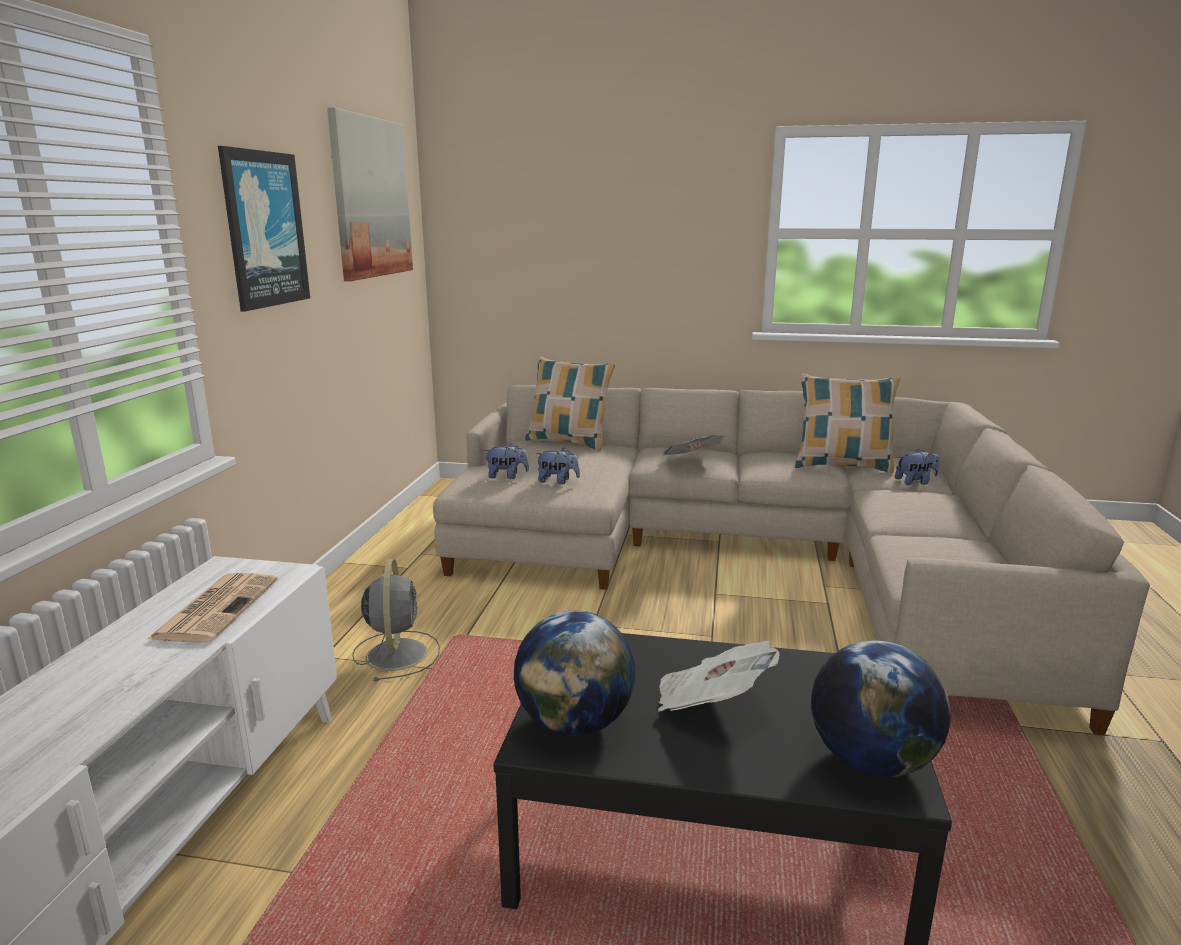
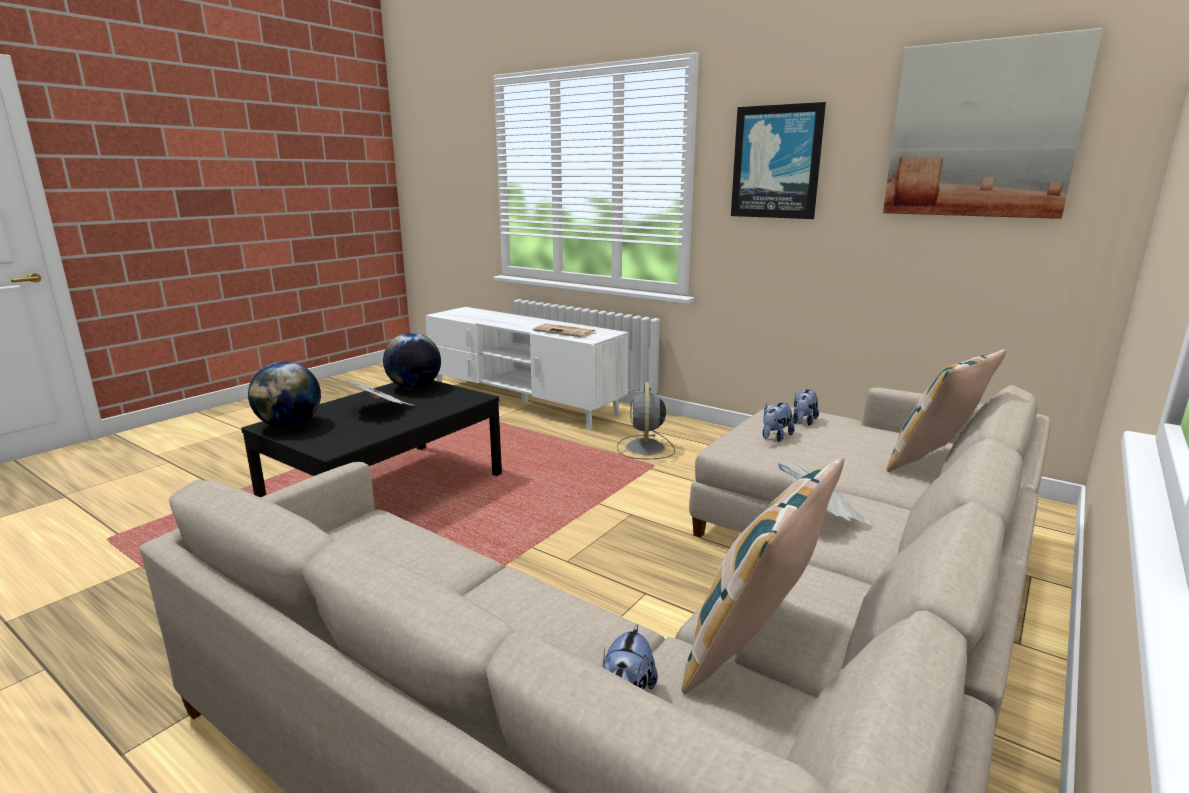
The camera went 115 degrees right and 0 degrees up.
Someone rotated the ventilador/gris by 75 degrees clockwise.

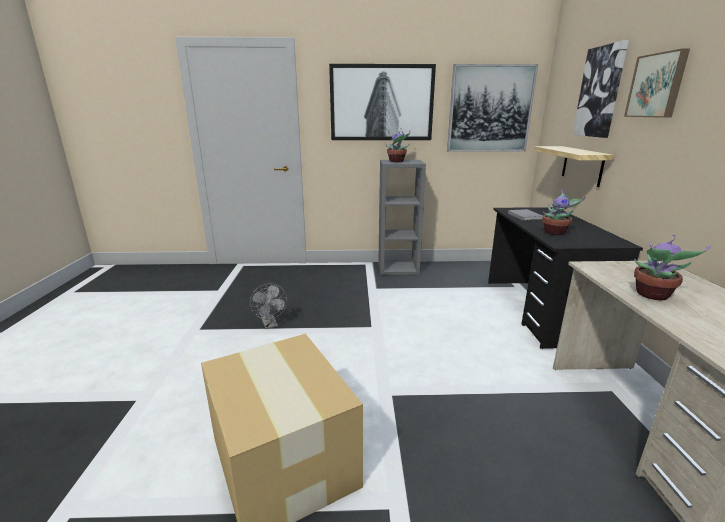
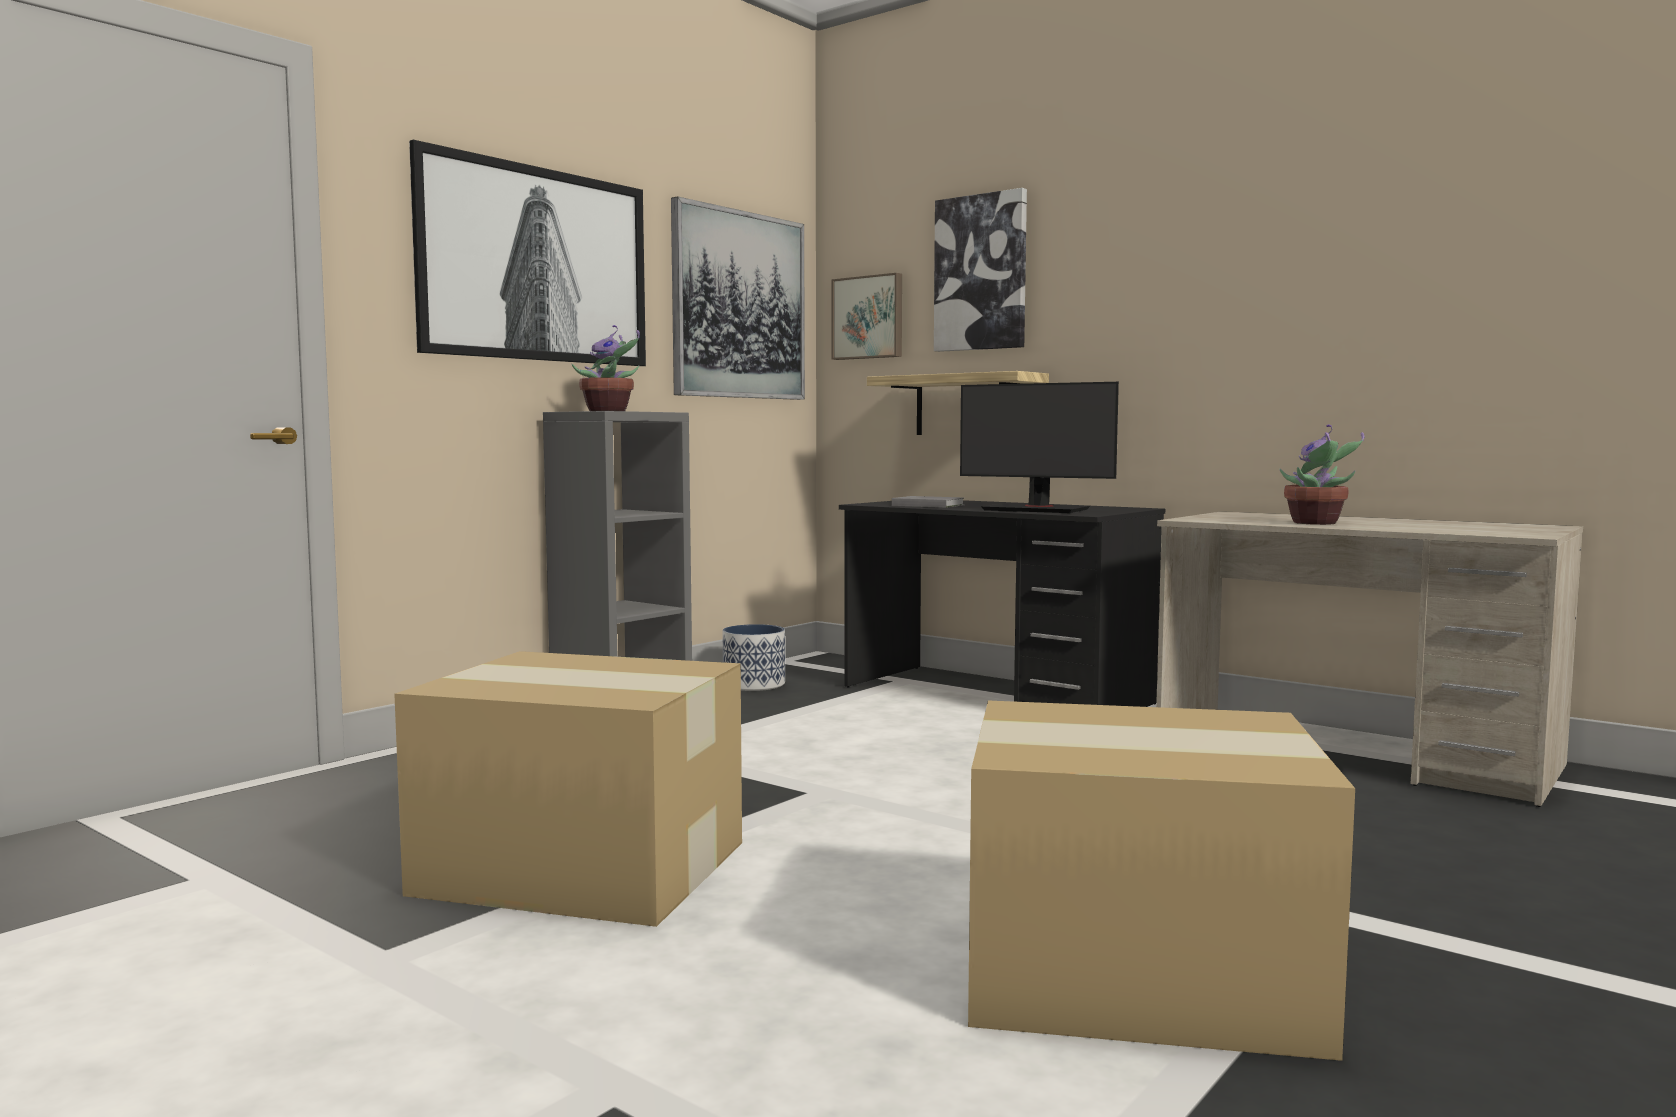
The camera went 50 degrees left and 15 degrees down.
Someone put down the maceta.
Someone carried the cuadro (4th from left in the first image).
Someone swapped the ventilador/gris for the caja de cartón (1st from left).
Someone swapped the planta en maceta (2nd from left) for the monitor.

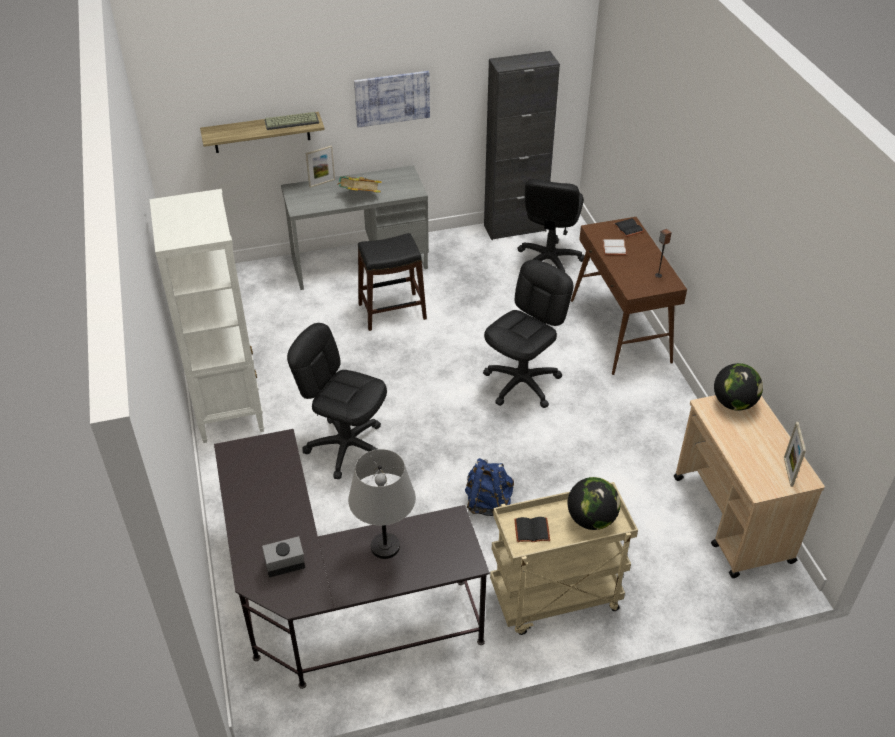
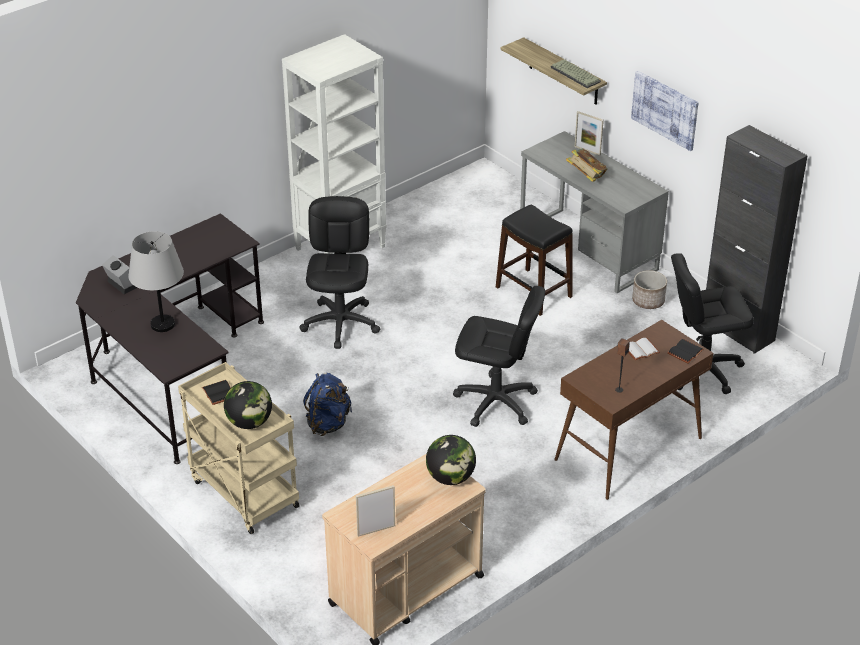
The camera went 65 degrees right and 5 degrees down.
Someone put down the maceta.

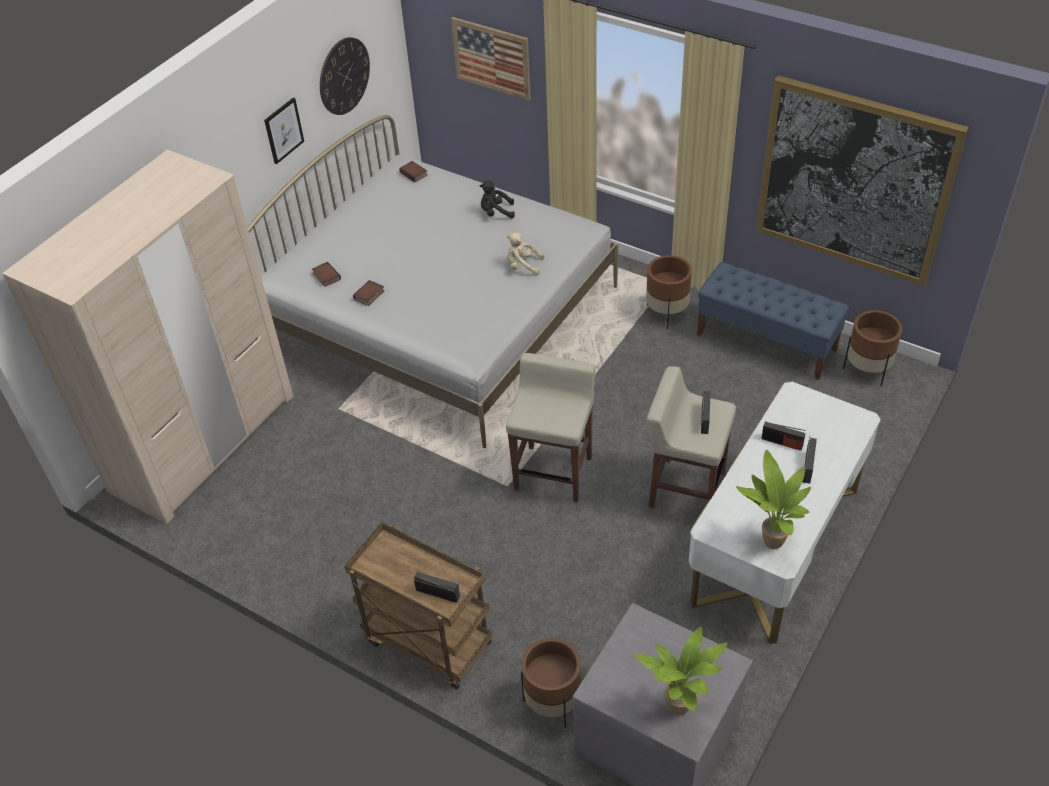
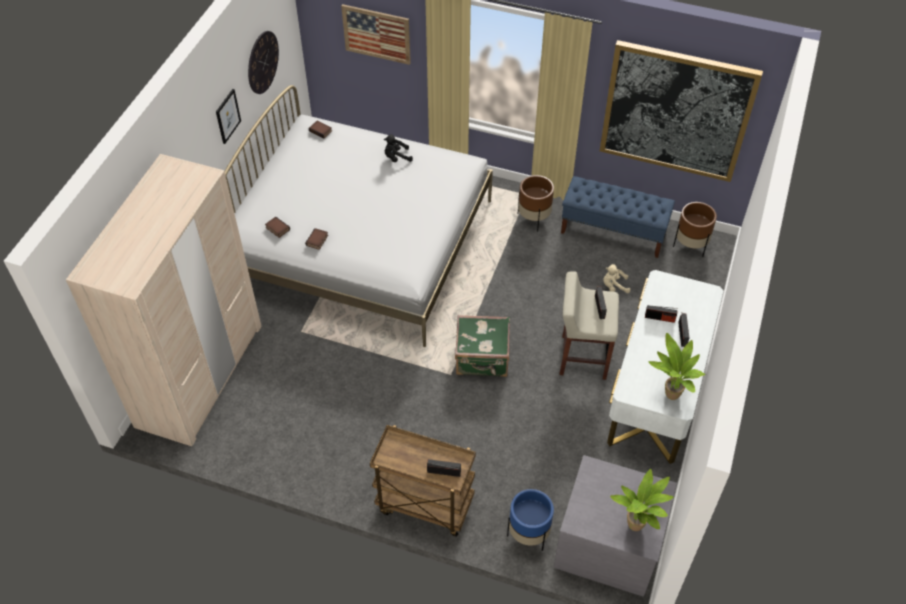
The camera went 15 degrees left and 5 degrees up.
Someone carried the peluche/beis.
Someone swapped the taburete/beis (1st from left) for the maleta/verde.
Someone repainted the maceta/marrón (1st from left), which became the maceta/azul.

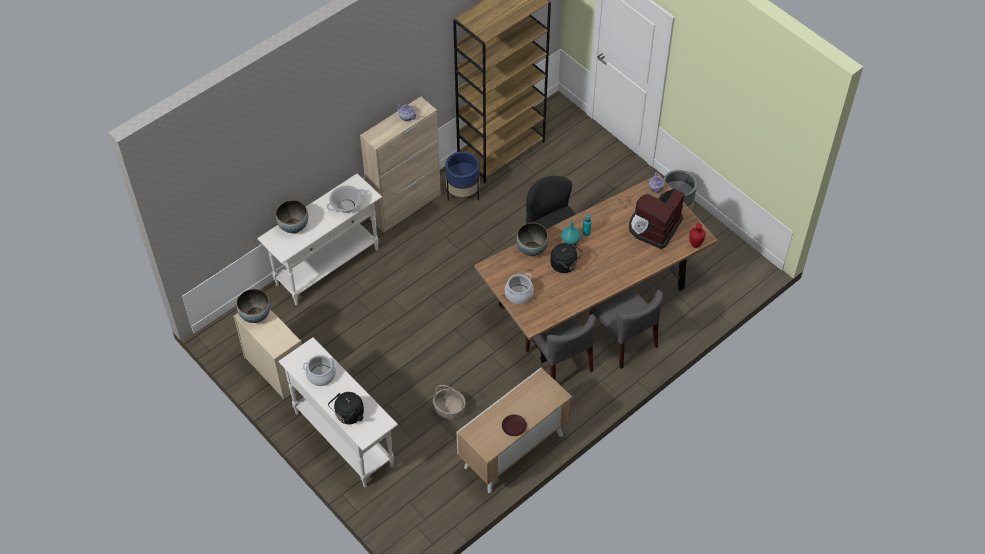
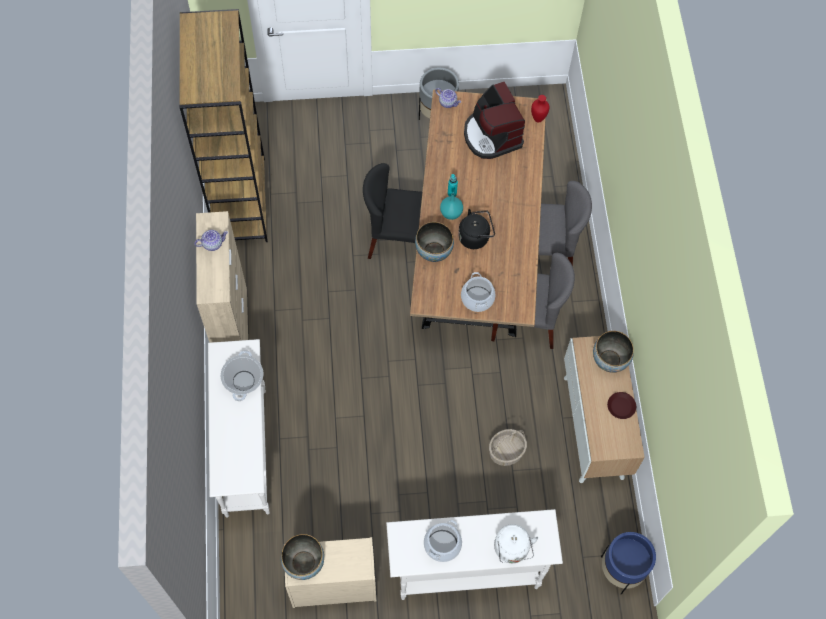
The camera went 55 degrees left and 10 degrees up.
Someone carried the cuenco (2nd from left in the first image).
Someone carried the maceta/azul.
Someone repainted the hervidor/negro (1st from left), which became the hervidor/blanco.

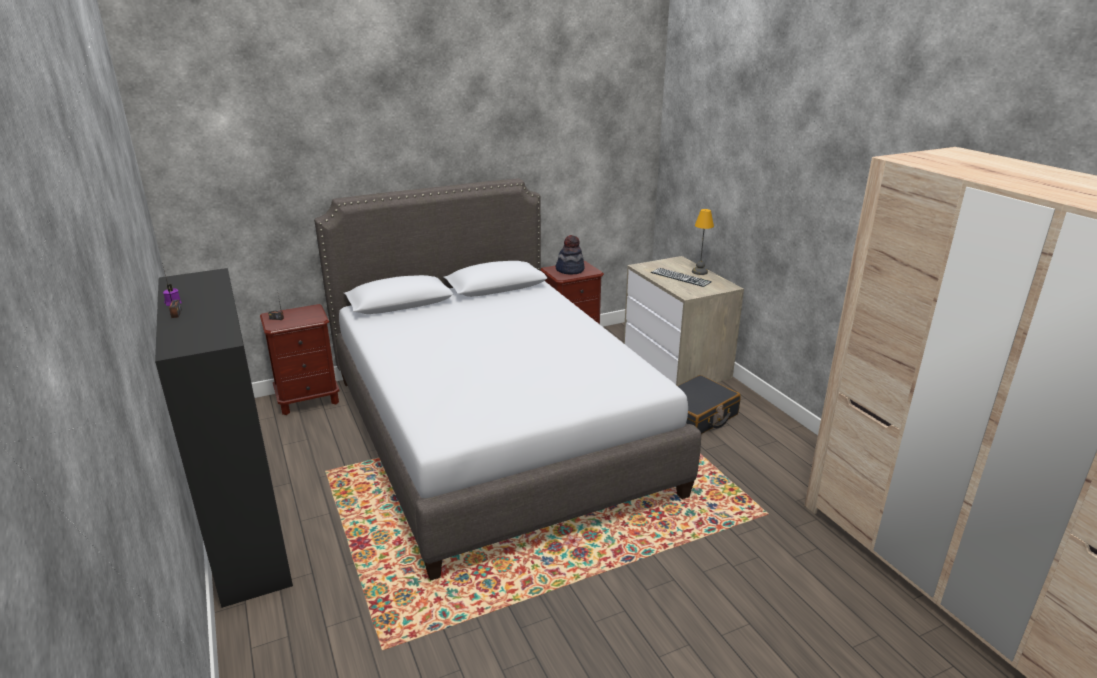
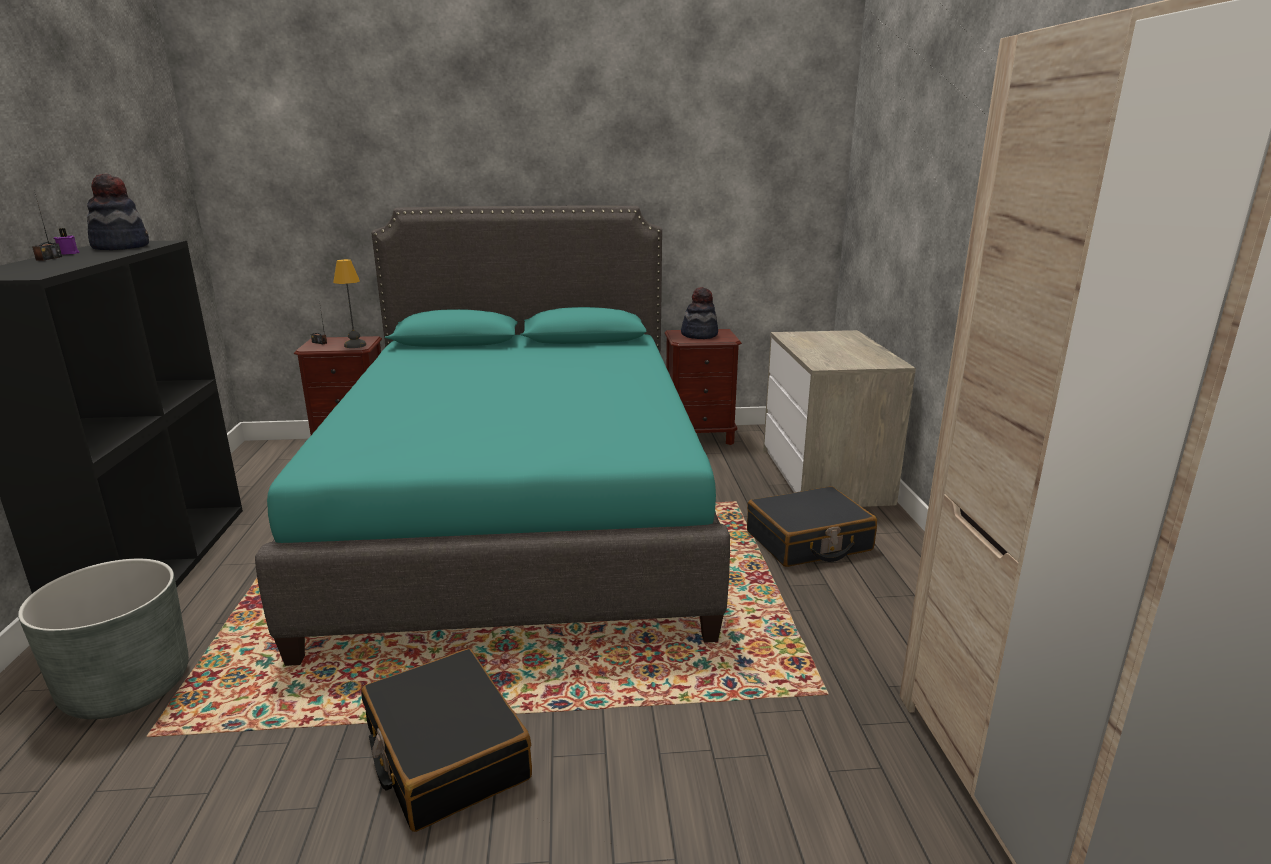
The camera went 20 degrees right and 5 degrees down.
Someone took away the teclado.
Someone put down the maceta/gris.
Someone put down the sombrero (1st from left).
Someone put down the maleta/negro (1st from left).
Someone carried the lámpara de mesa.
Someone repainted the cama/gris, which became the cama/turquesa.

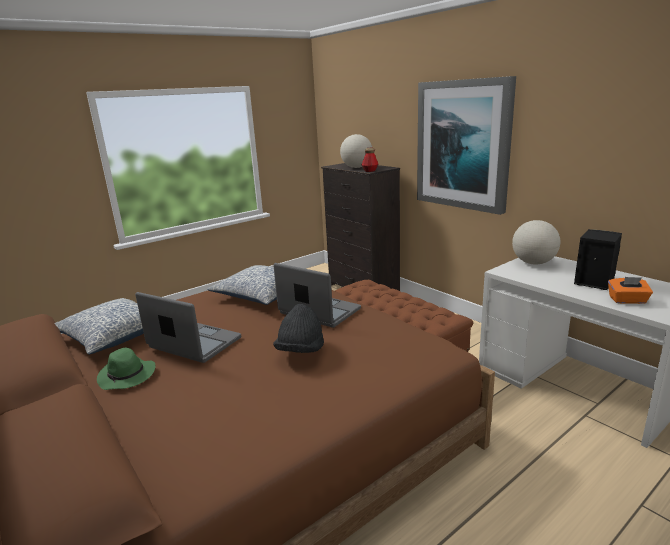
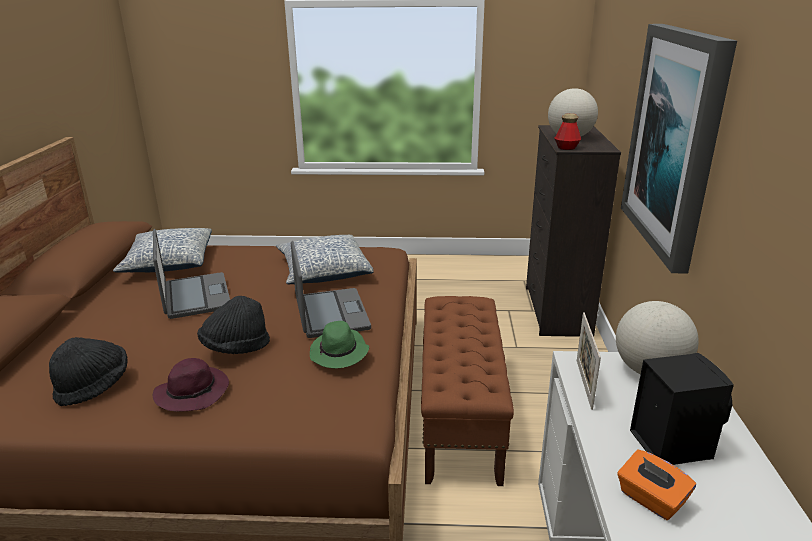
The camera went 40 degrees right and 5 degrees up.
Someone put down the sombrero/negro (1st from left).
Someone put down the sombrero/morado.
Someone put down the portarretratos.
Someone carried the sombrero/verde.

